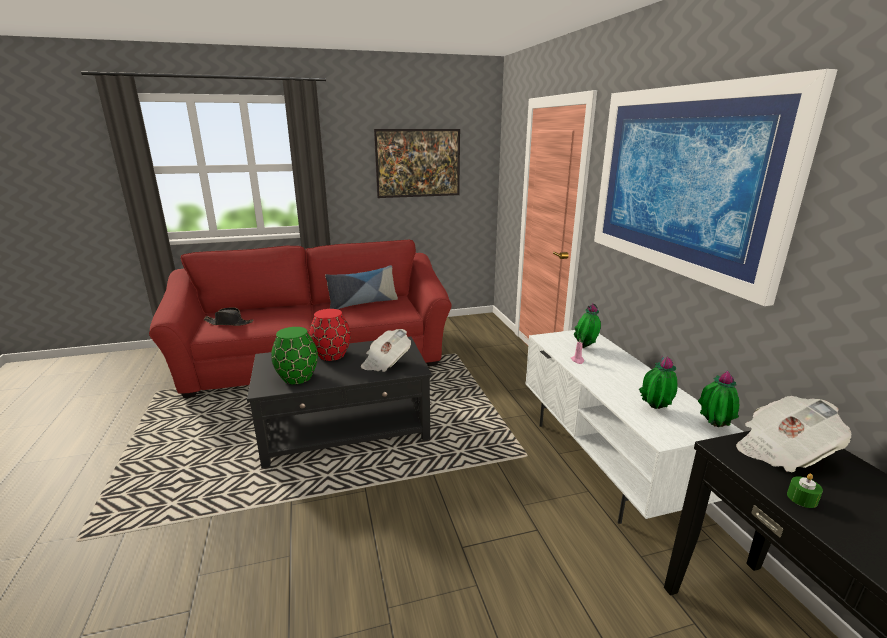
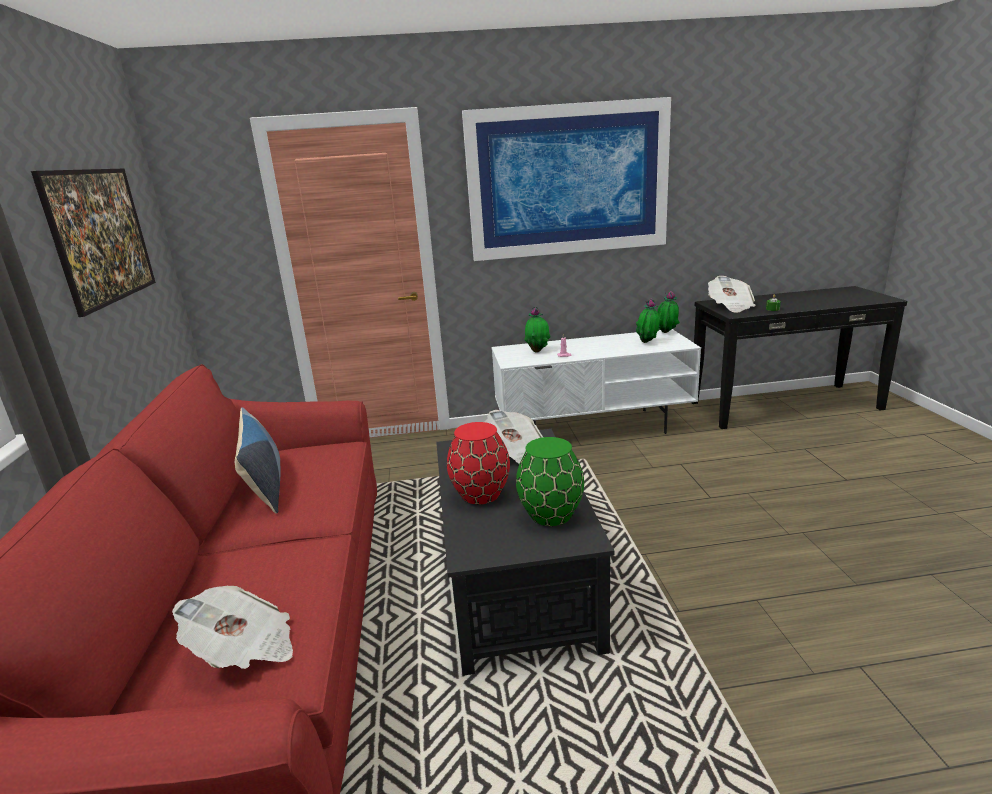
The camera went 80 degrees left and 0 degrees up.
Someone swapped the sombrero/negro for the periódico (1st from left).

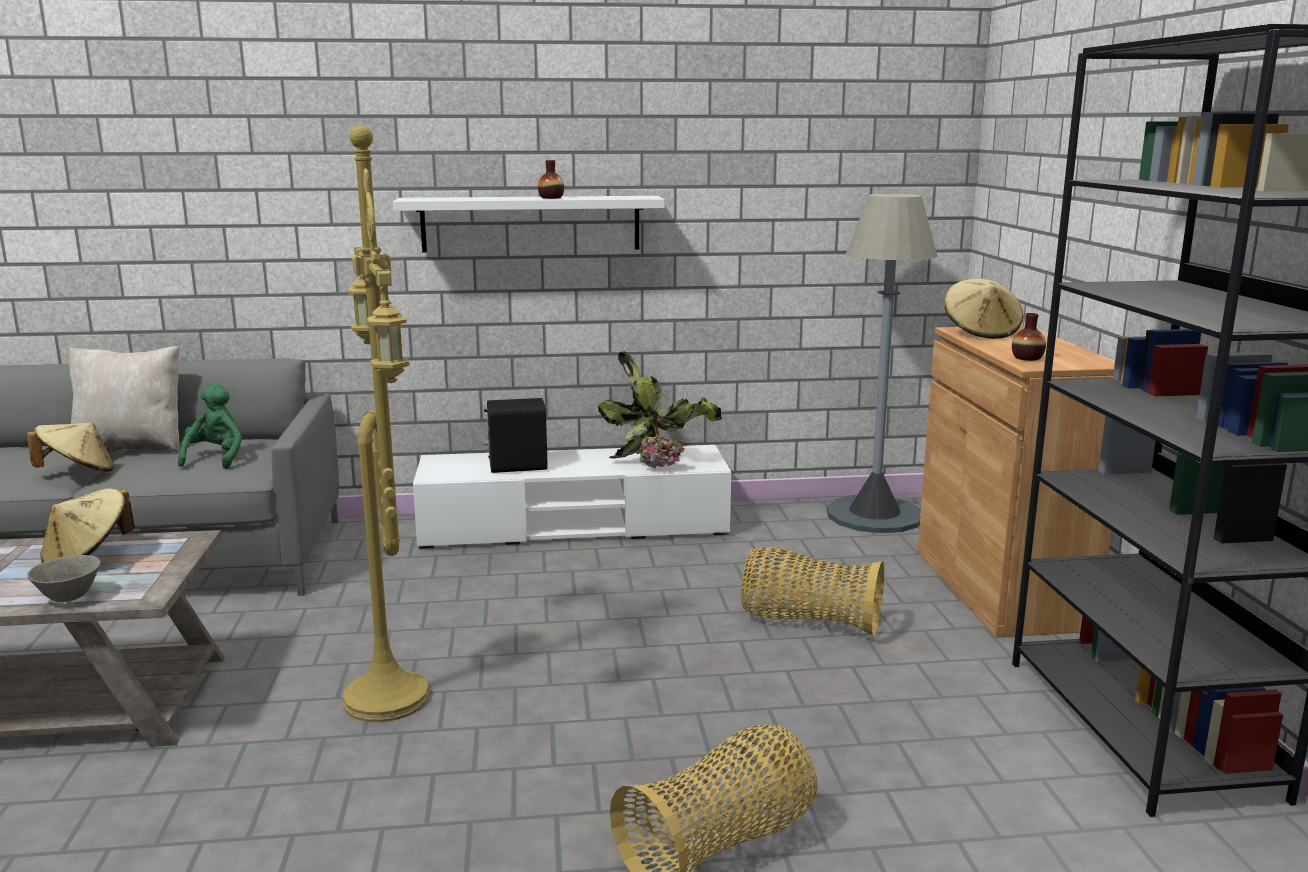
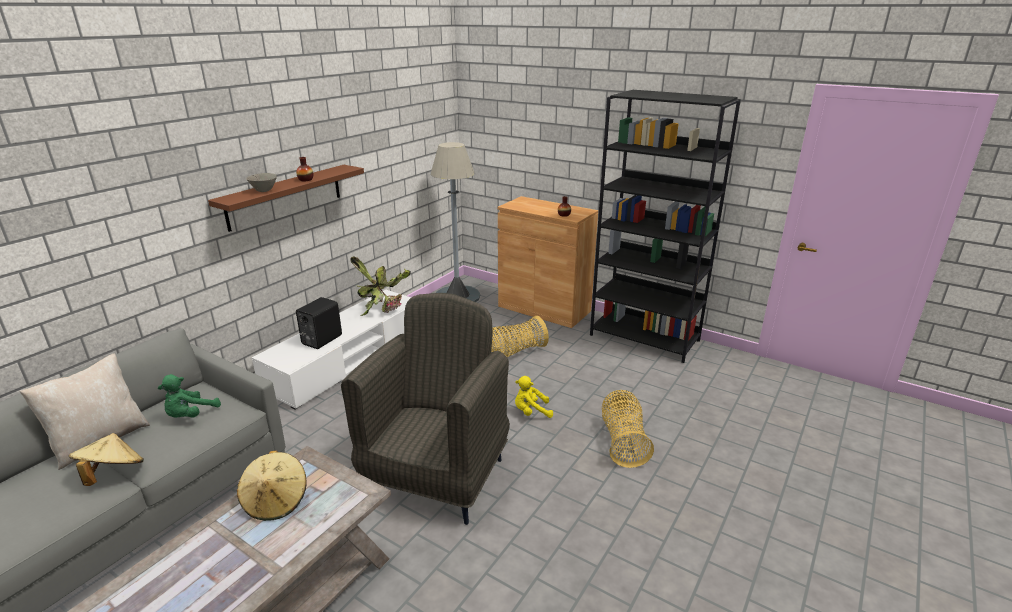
The camera went 50 degrees left and 10 degrees up.
Someone took away the sombrero/beis (3rd from left).
Someone put down the peluche/amarillo.
Someone carried the cuenco/gris.
Someone swapped the lámpara de pie/amarillo for the sillón/gris.
Someone repainted the estante/blanco, which became the estante/marrón.
Someone rotated the peluche/verde by 105 degrees counterclockwise.

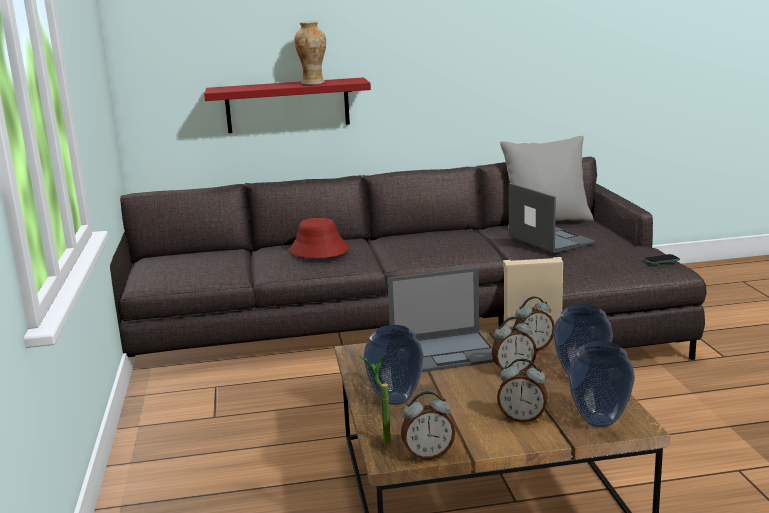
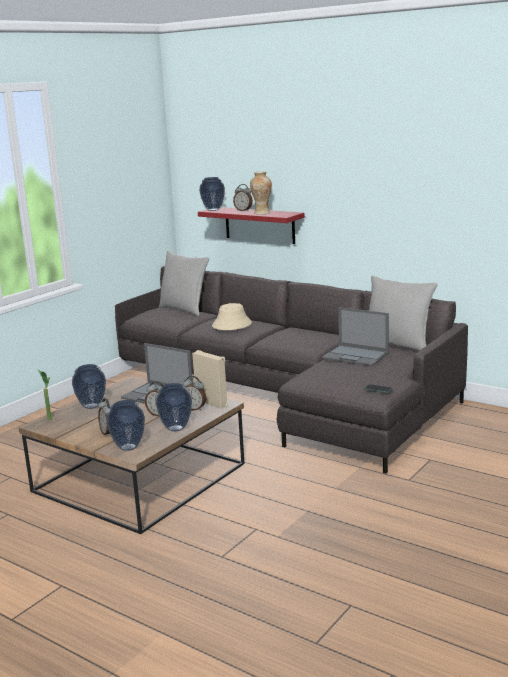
The camera went 45 degrees right and 0 degrees up.
Someone put down the cojín/gris (1st from left).
Someone put down the florero (4th from left).
Someone carried the despertador (1st from left in the first image).
Someone repainted the sombrero/rojo, which became the sombrero/beis.
Someone rotated the portátil (2nd from left) by 105 degrees clockwise.

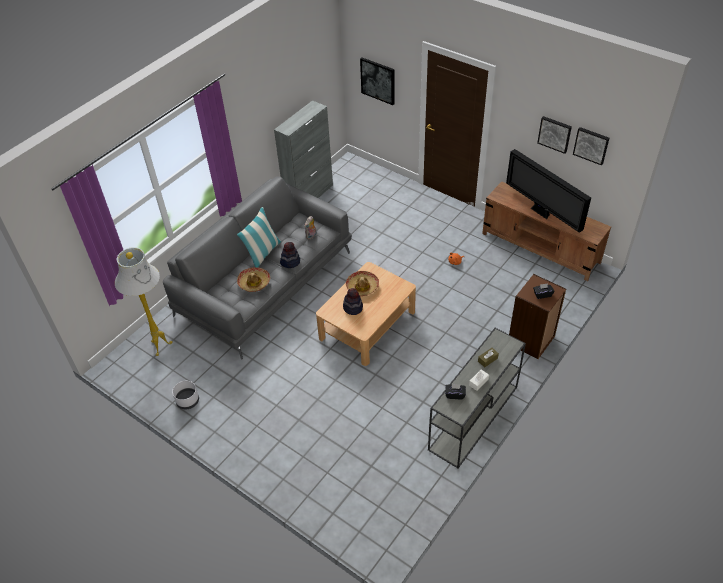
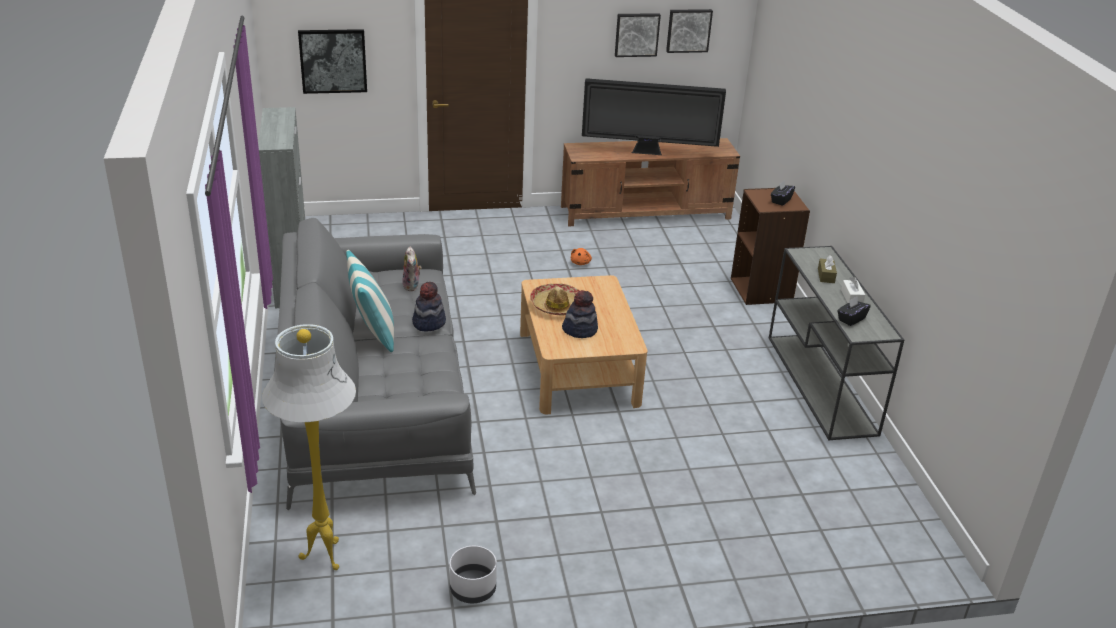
The camera went 50 degrees left and 15 degrees down.
Someone took away the sombrero (1st from left).

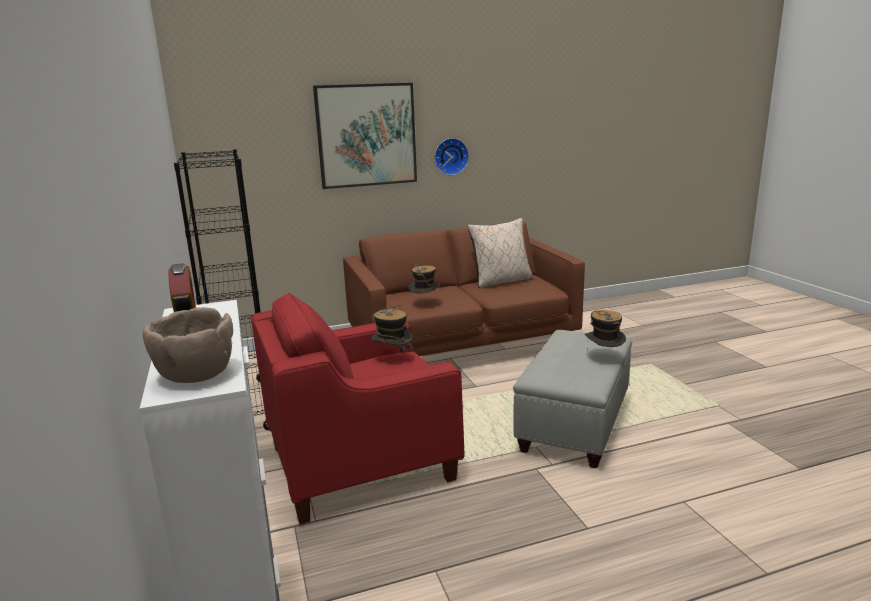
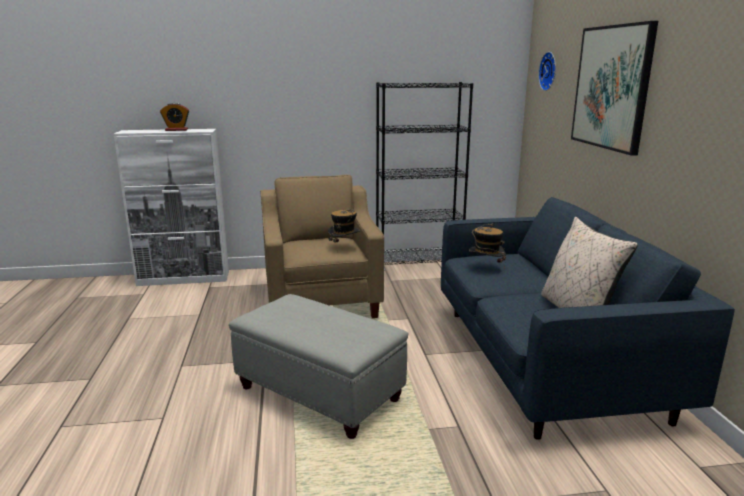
The camera went 100 degrees right and 0 degrees up.
Someone took away the cuenco/marrón.
Someone took away the sombrero (3rd from left).
Someone carried the reloj de pared.
Someone repainted the sillón/rojo, which became the sillón/beis.
Someone repainted the sofá/marrón, which became the sofá/azul.

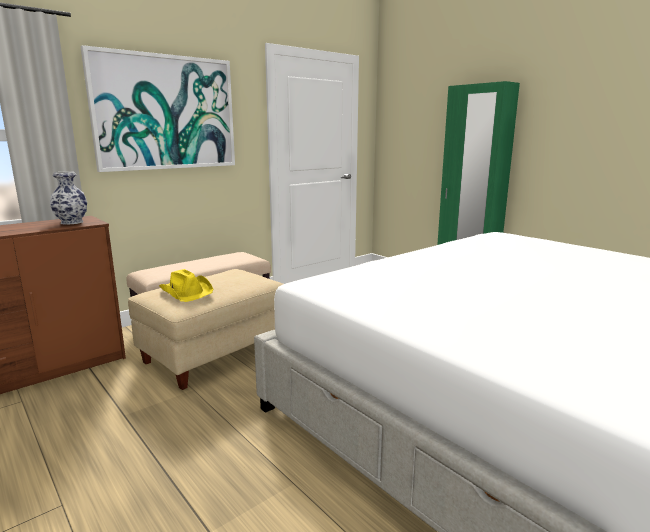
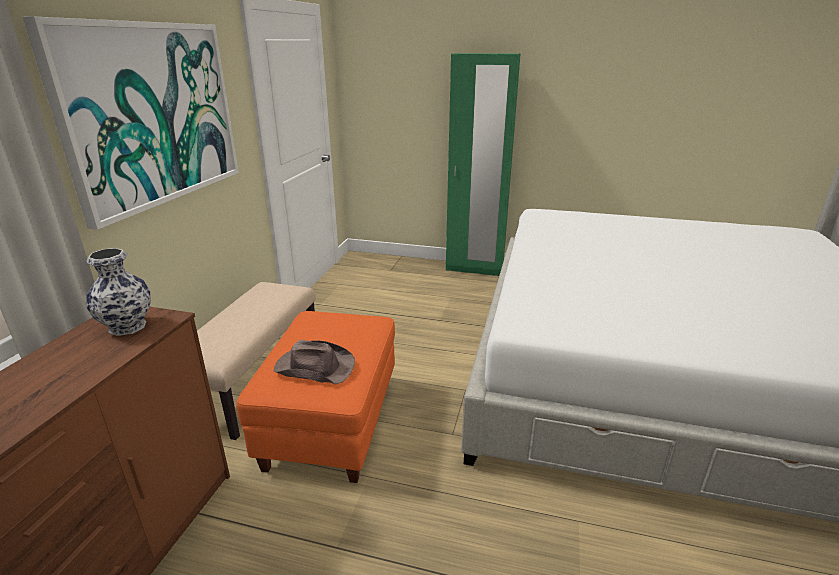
The camera went 35 degrees left and 10 degrees up.
Someone repainted the puf/beis, which became the puf/naranja.
Someone repainted the sombrero/amarillo, which became the sombrero/marrón.

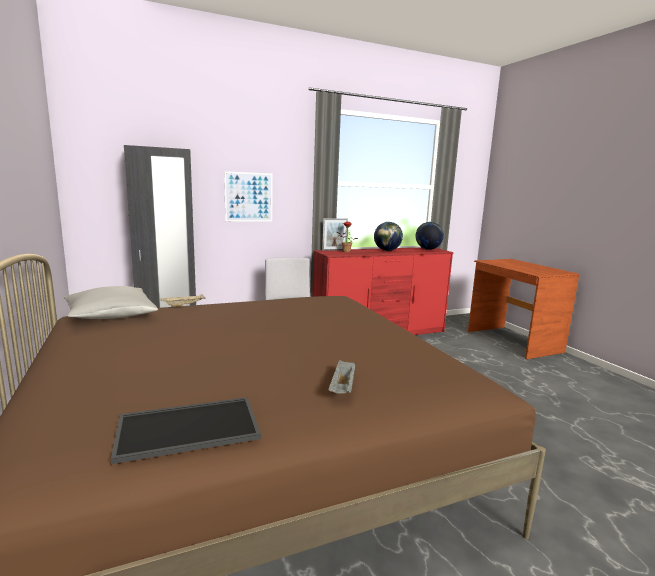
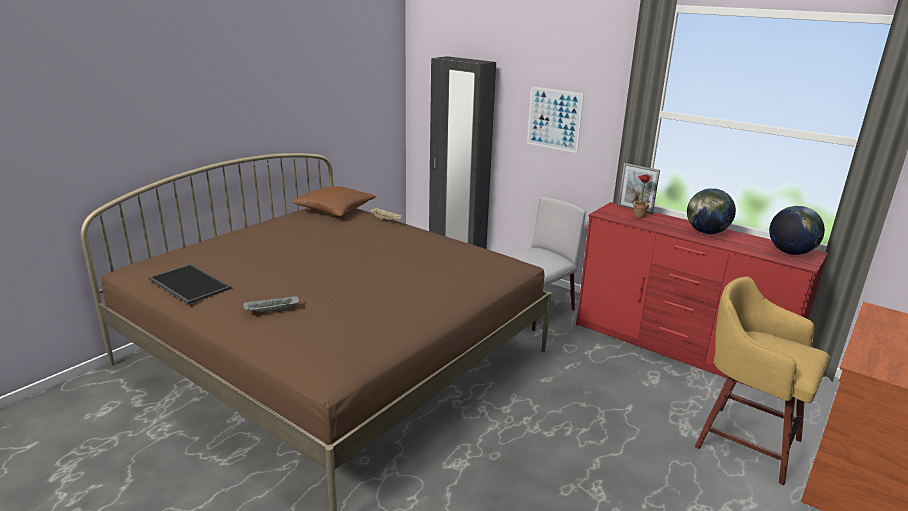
The camera went 60 degrees right and 10 degrees up.
Someone put down the taburete/amarillo.
Someone repainted the cojín/gris, which became the cojín/marrón.

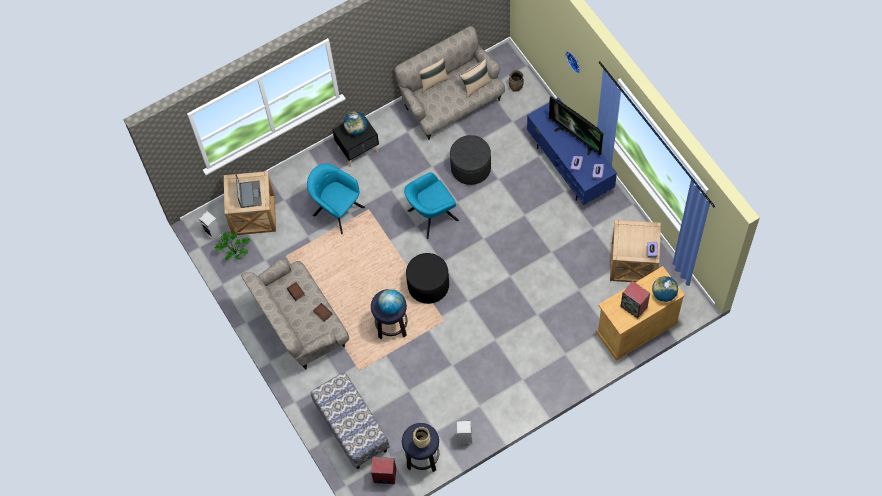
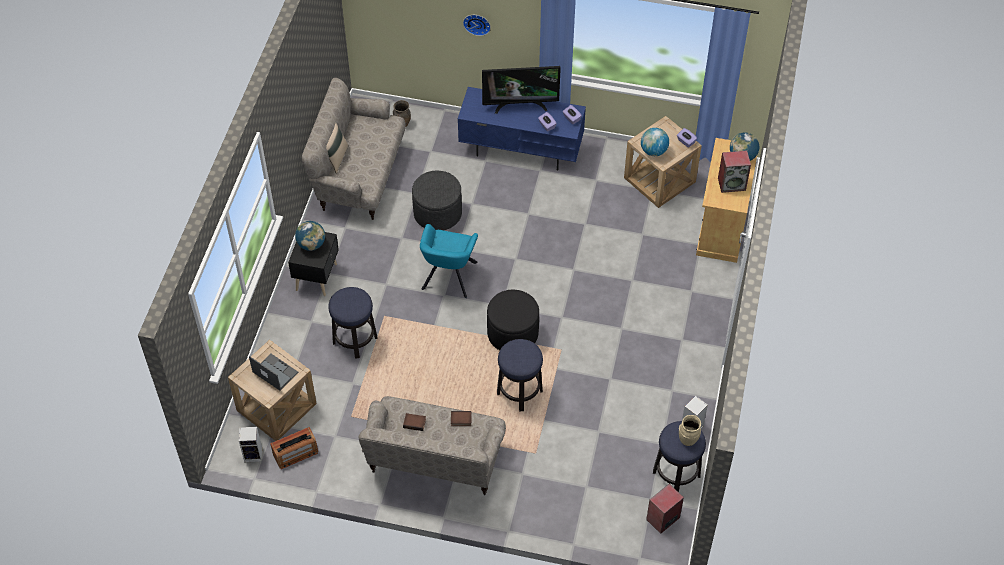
The camera went 50 degrees left and 10 degrees down.
Someone took away the banco.
Someone took away the cojín/beis (2nd from left).
Someone carried the globo terráqueo (2nd from left).
Someone swapped the planta en maceta for the radio.
Someone swapped the sillón/turquesa (1st from left) for the taburete (1st from left).

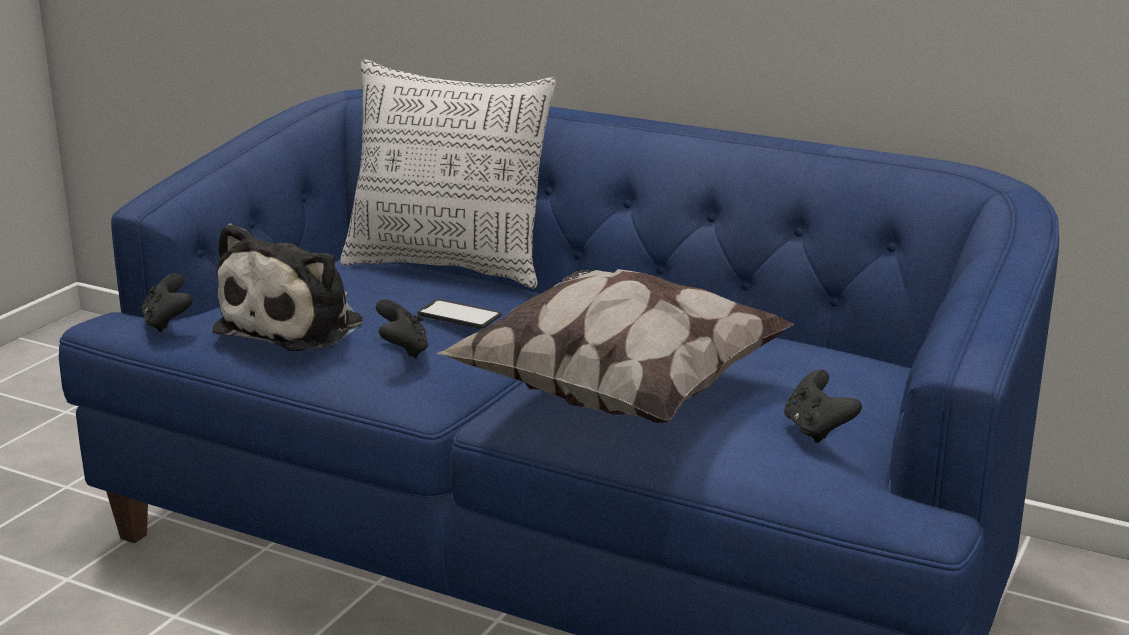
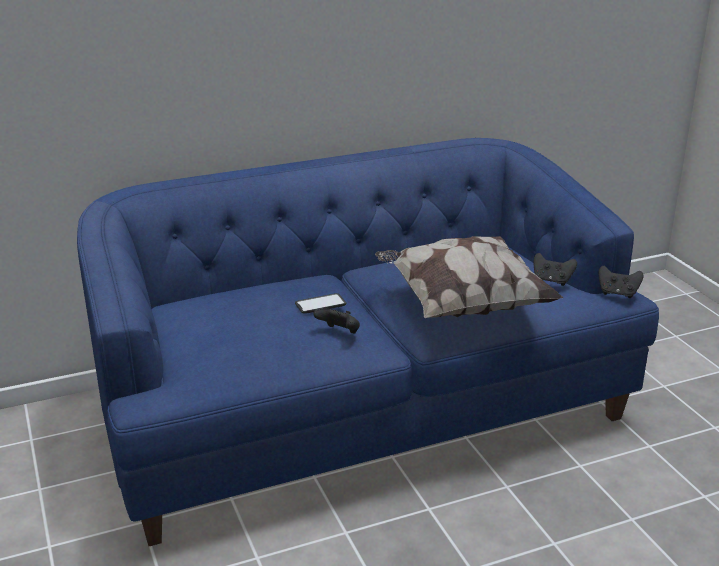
The camera went 50 degrees left and 5 degrees up.
Someone took away the peluche.
Someone took away the cojín (1st from left).
Someone carried the mando de consola/negro (1st from left in the first image).

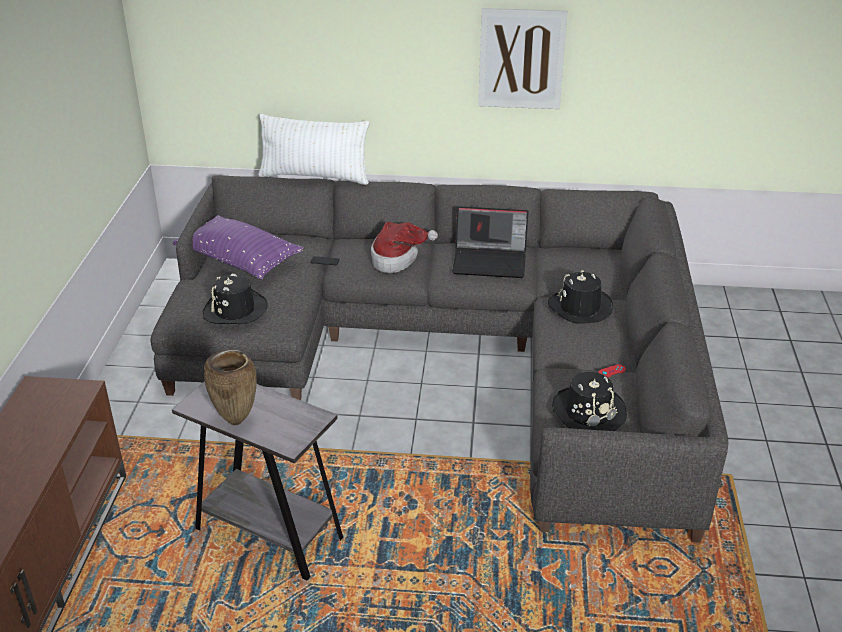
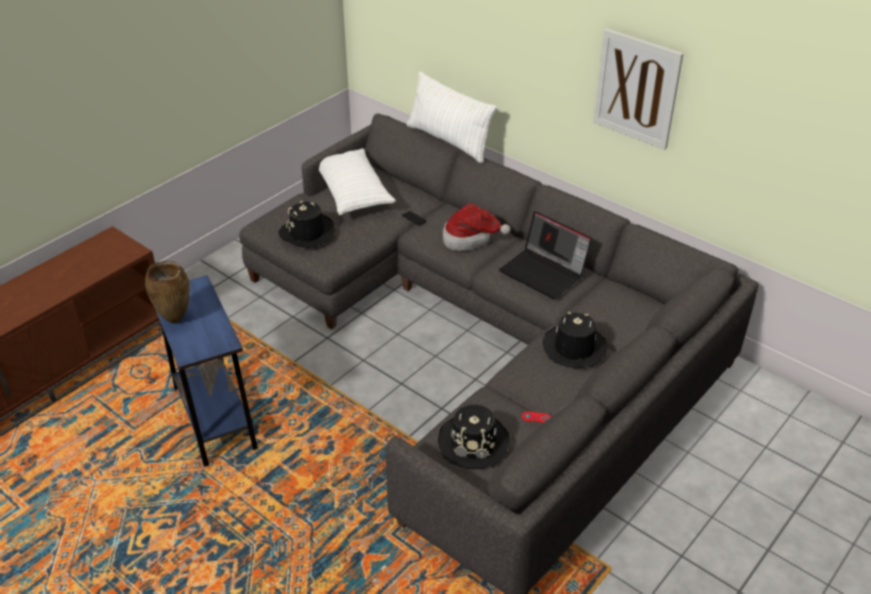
The camera went 35 degrees right and 5 degrees up.
Someone repainted the mesa auxiliar/gris, which became the mesa auxiliar/azul.
Someone repainted the cojín/morado, which became the cojín/blanco (1st from left).

